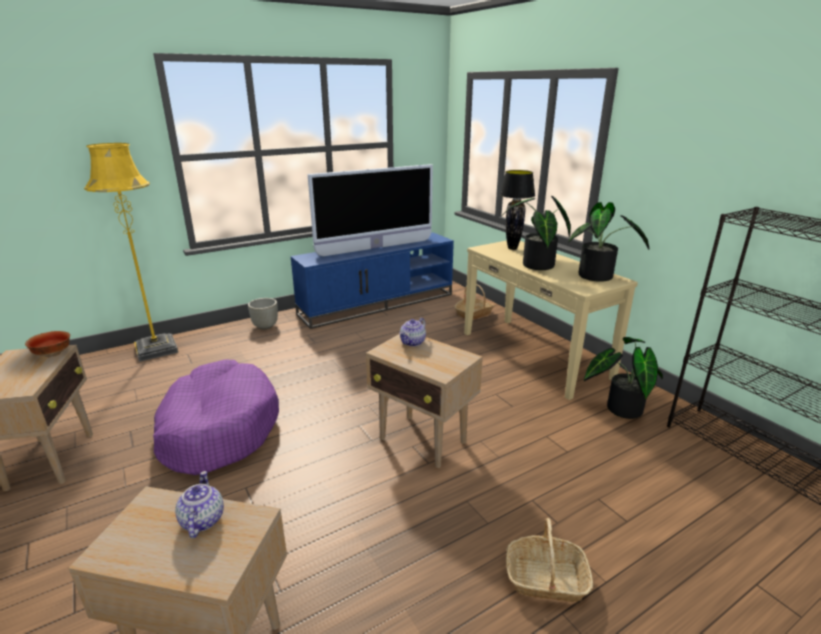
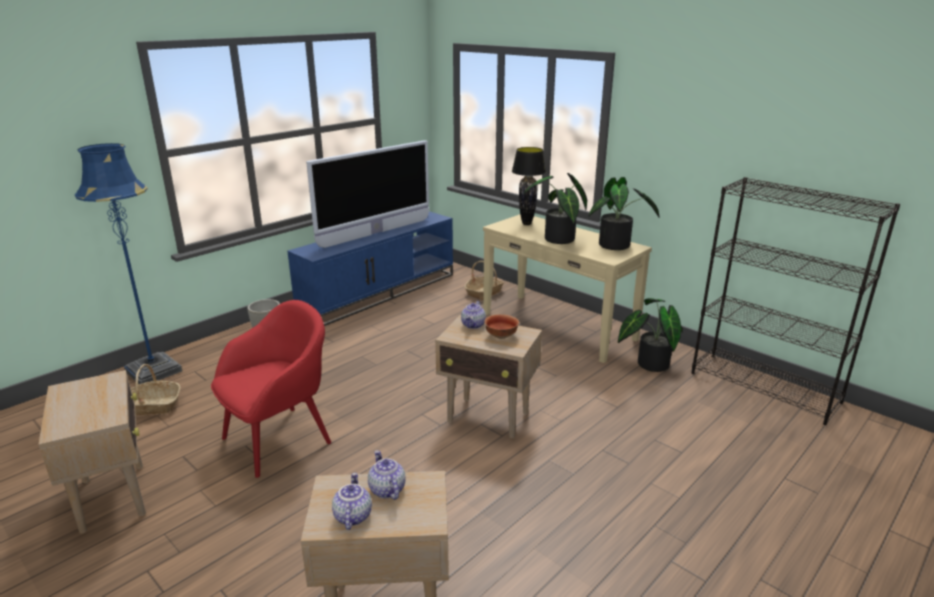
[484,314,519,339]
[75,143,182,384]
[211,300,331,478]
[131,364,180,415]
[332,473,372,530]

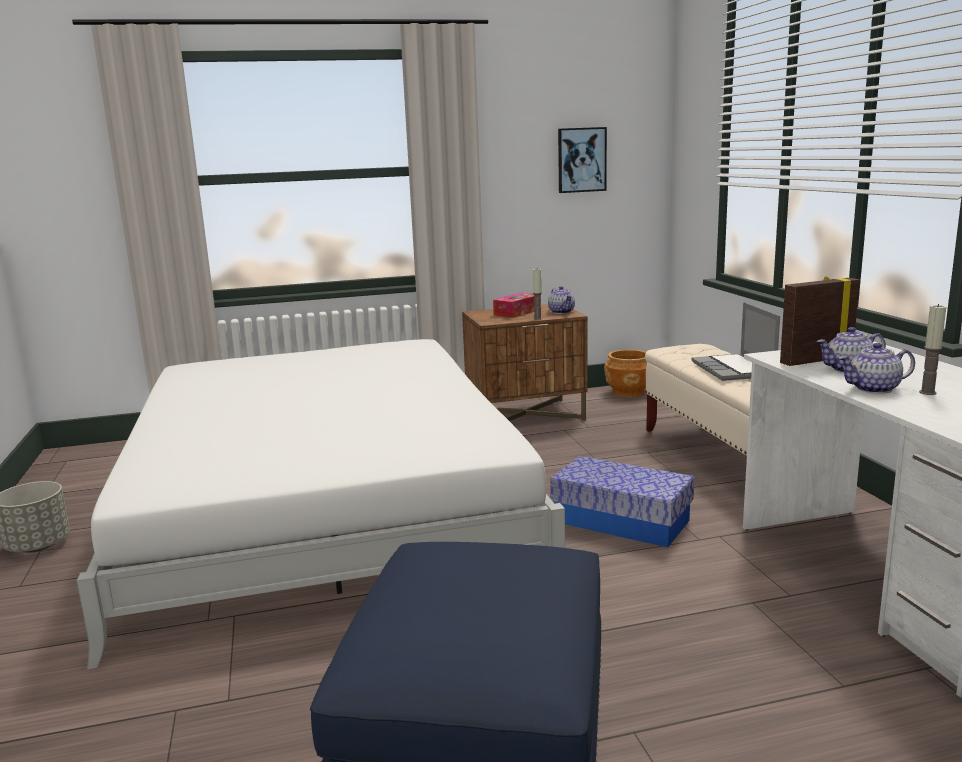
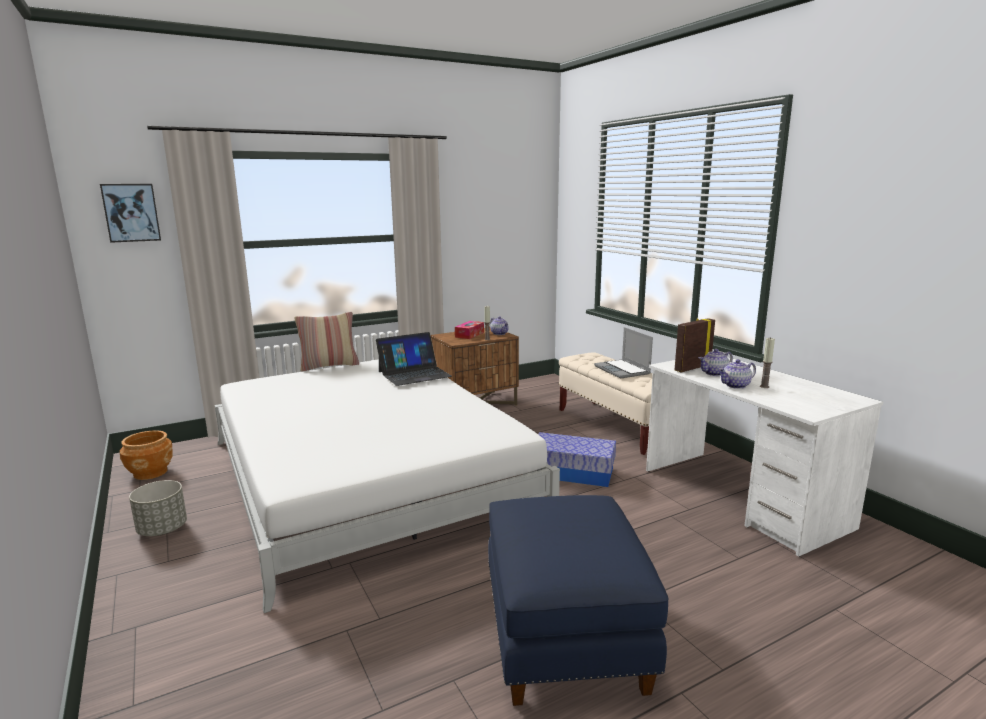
[100,184,161,243]
[120,430,173,480]
[294,312,359,372]
[376,332,452,386]

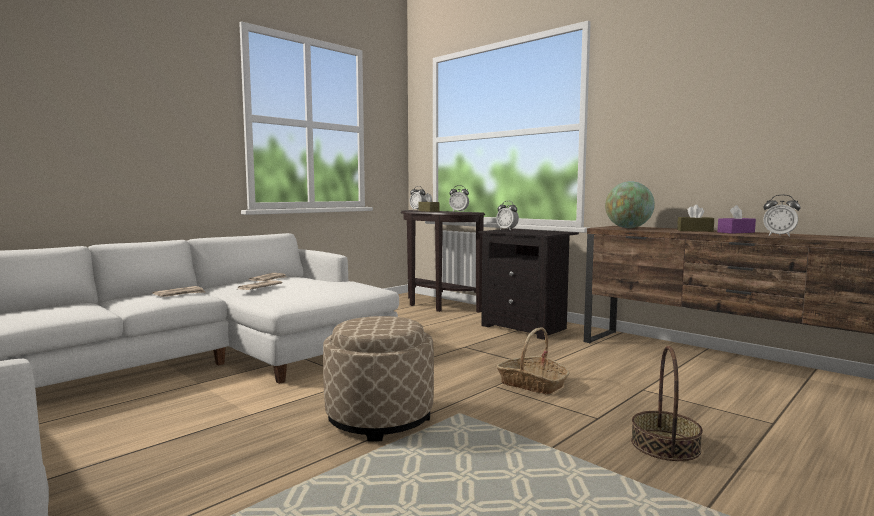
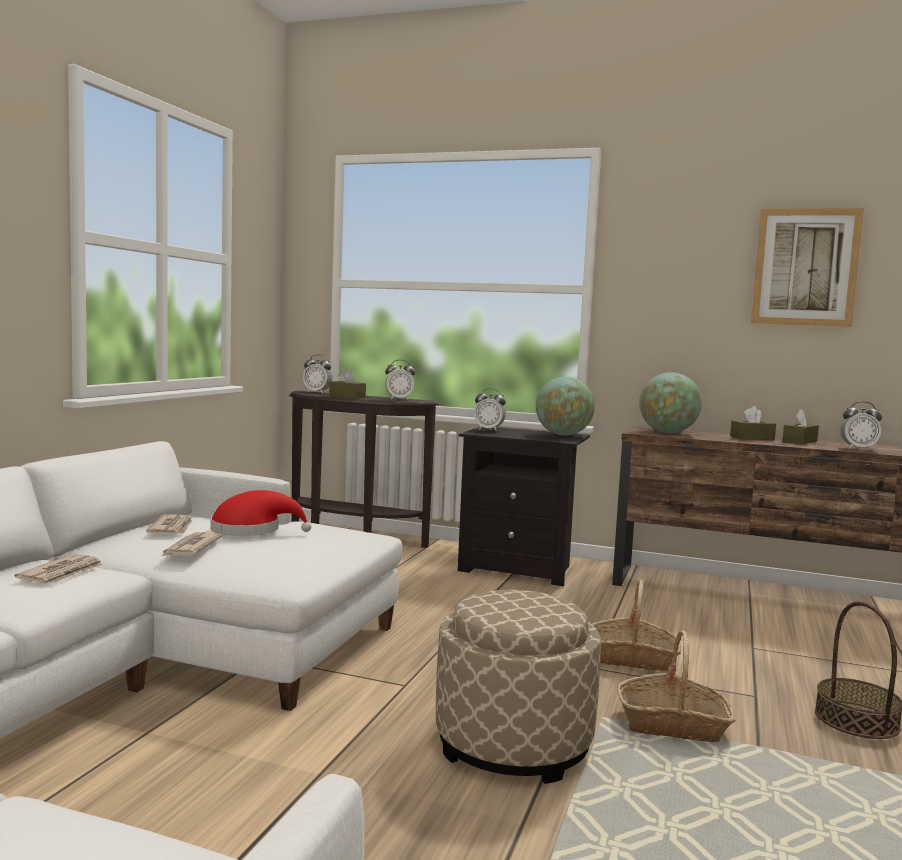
[782,409,819,444]
[210,490,311,536]
[536,377,595,436]
[617,630,736,742]
[751,208,864,327]

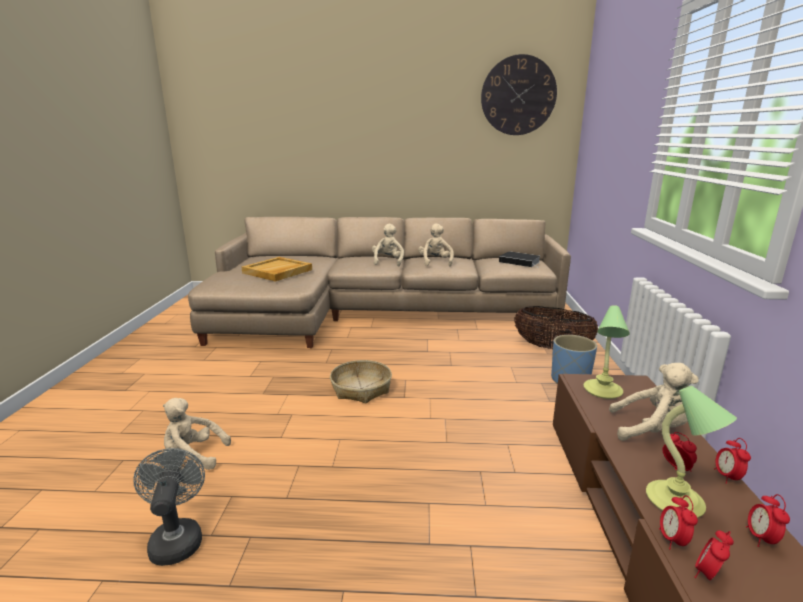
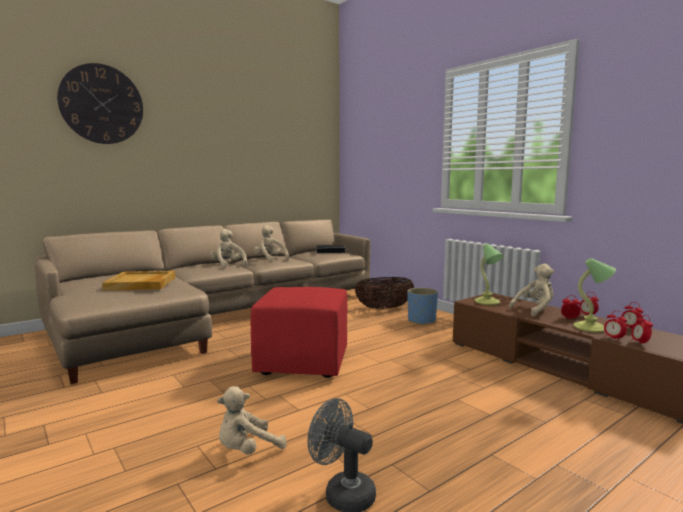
[250,287,347,378]
[57,63,143,144]

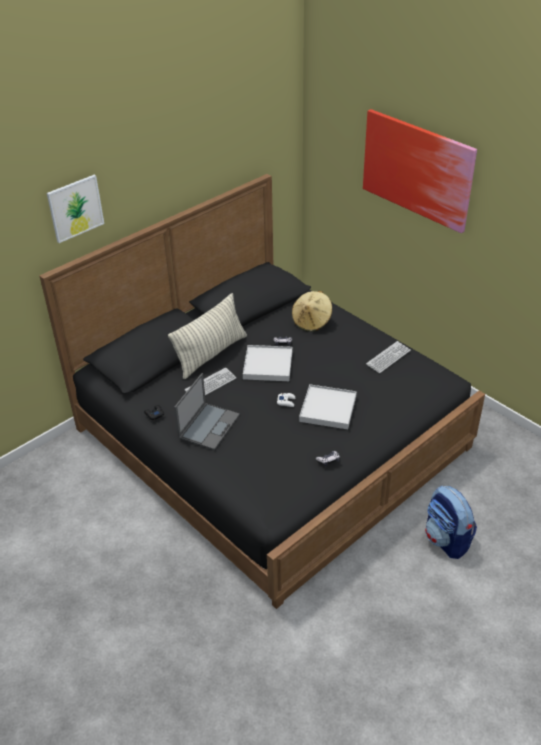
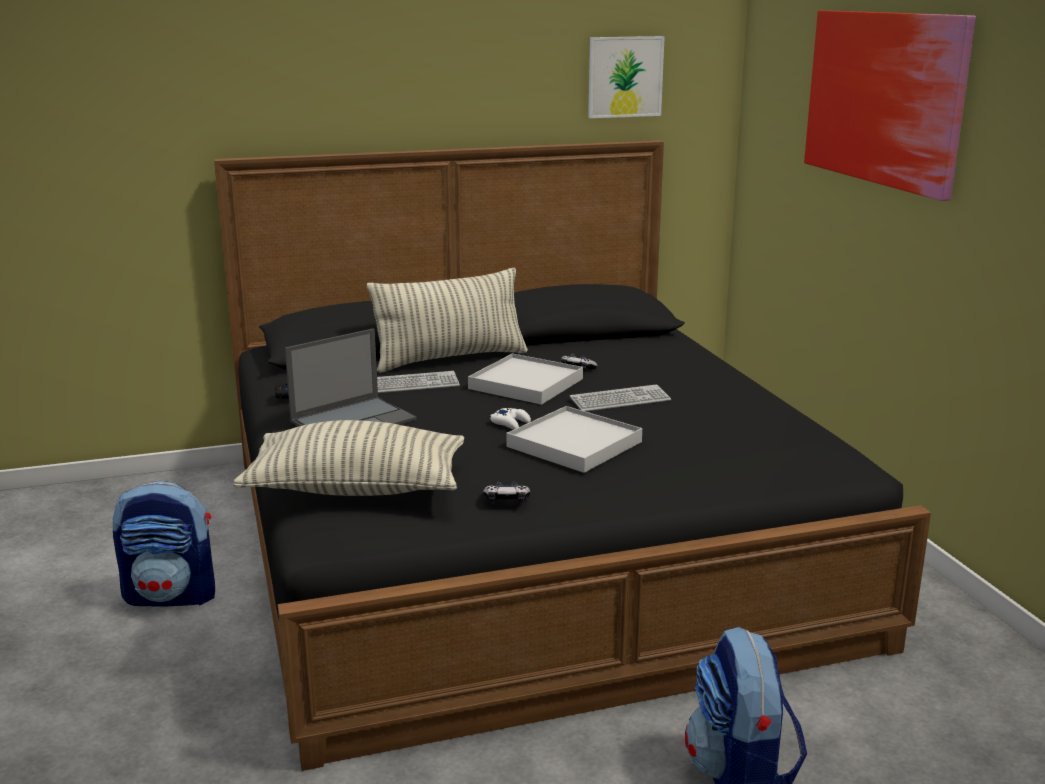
[588,36,665,118]
[292,291,333,332] (first image)
[570,384,671,412]
[112,481,215,607]
[233,420,464,496]

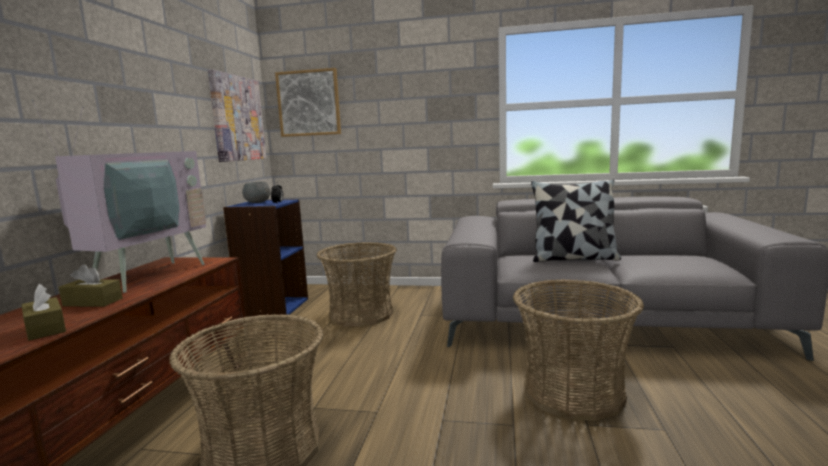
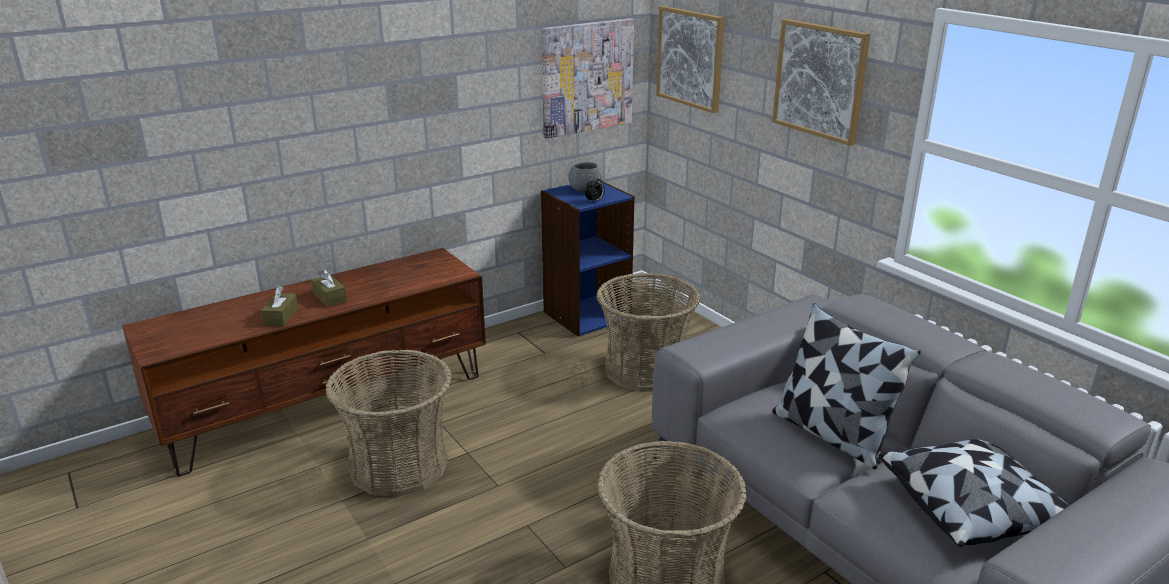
[31,100,206,293] (first image)
[772,19,871,146]
[879,439,1069,547]

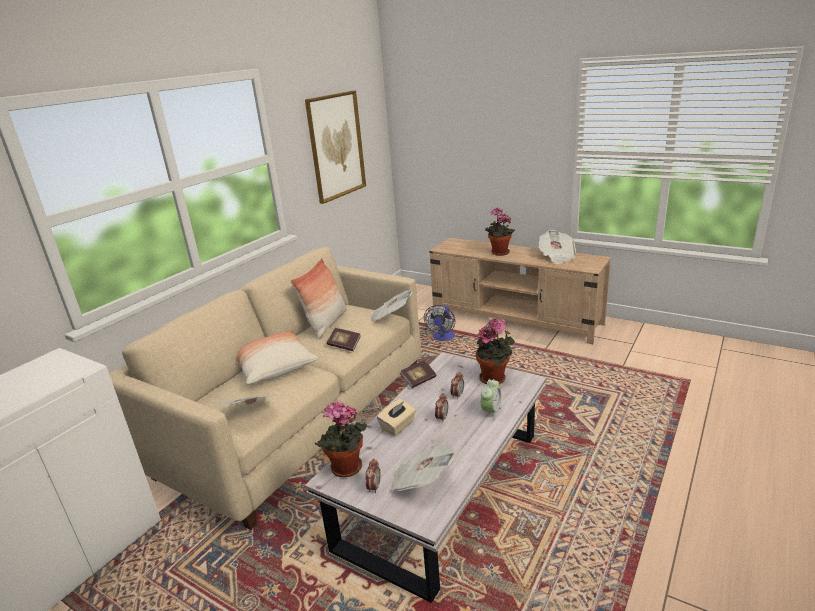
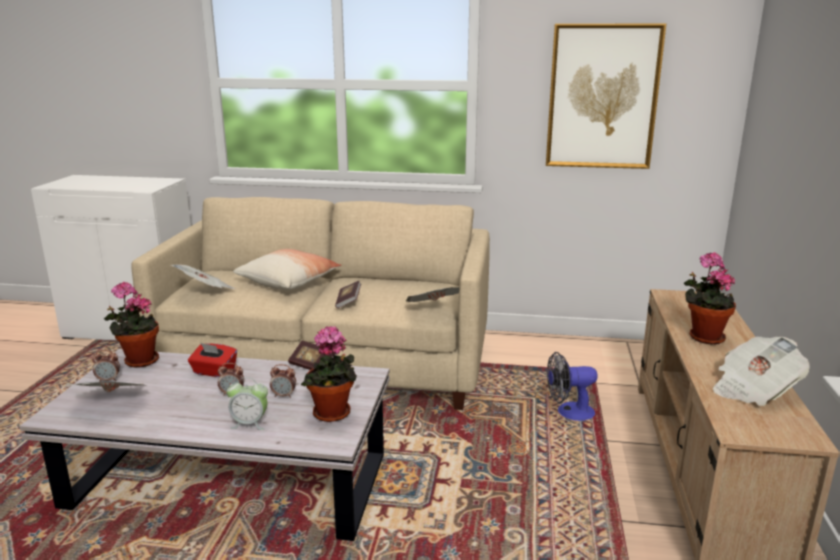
[290,258,347,340] (first image)
[188,343,237,377]

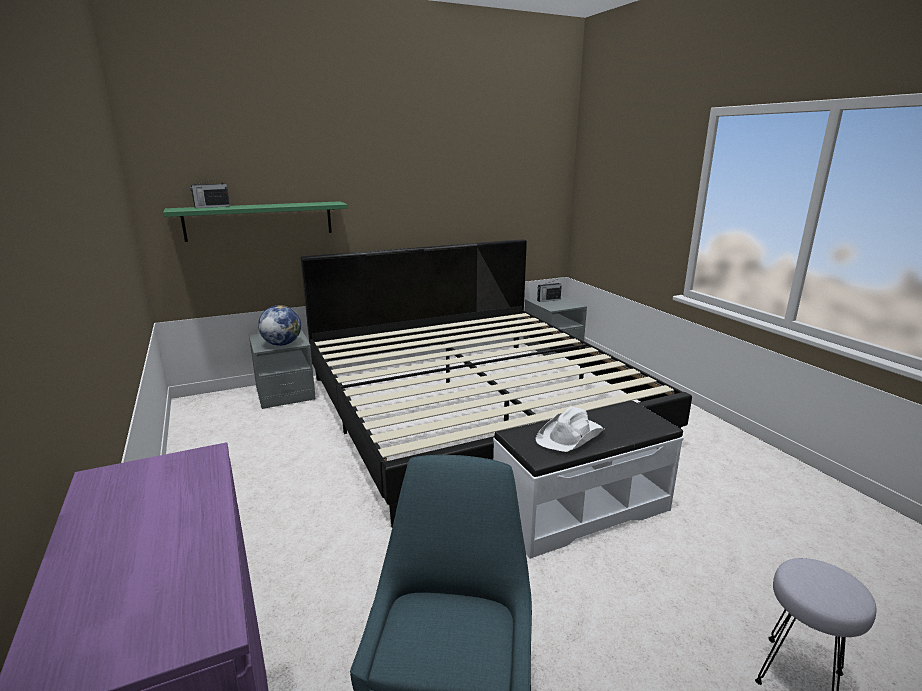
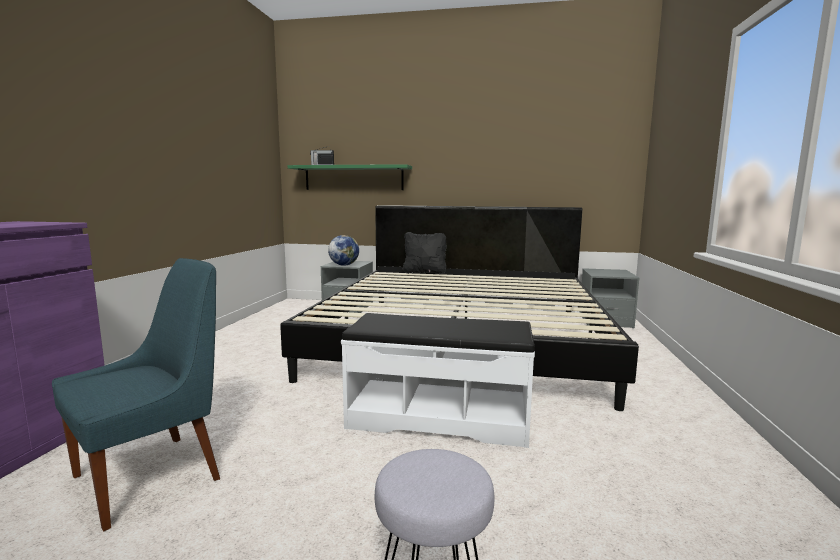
[535,407,605,452] (first image)
[537,279,562,302] (first image)
[403,232,447,274]

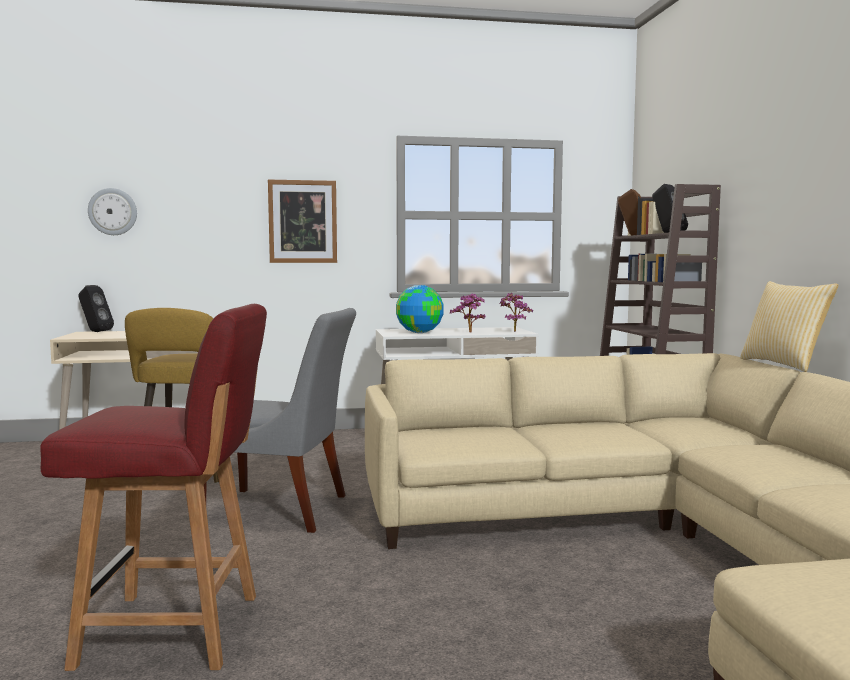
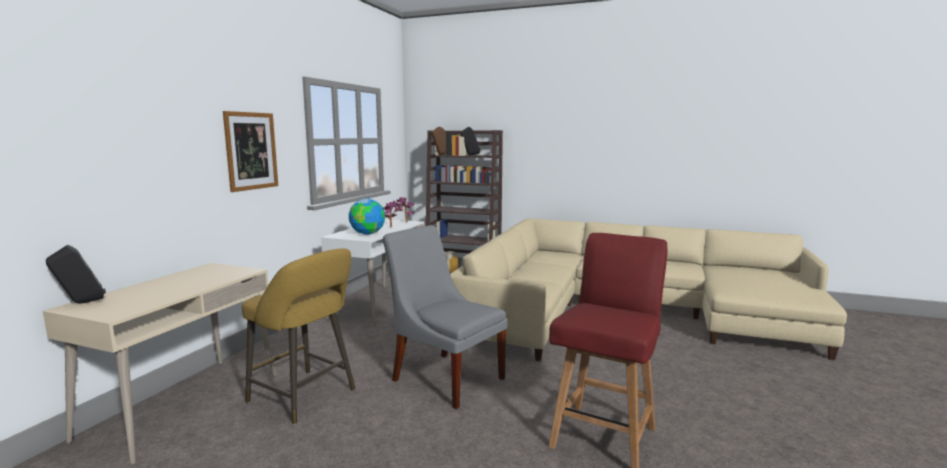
[88,188,137,235] (first image)
[383,225,507,409]
[740,281,838,372] (first image)

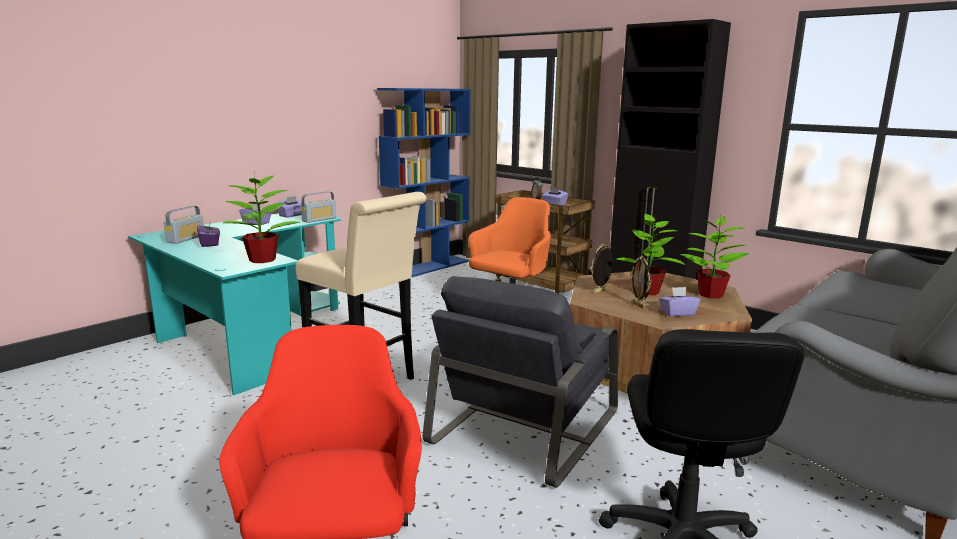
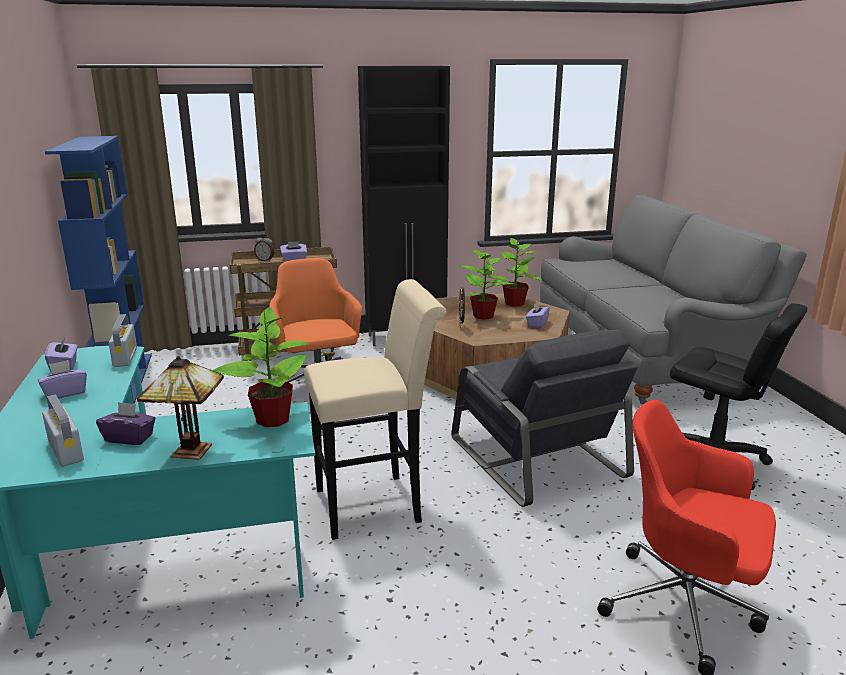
[630,256,652,309] (first image)
[137,356,224,460]

